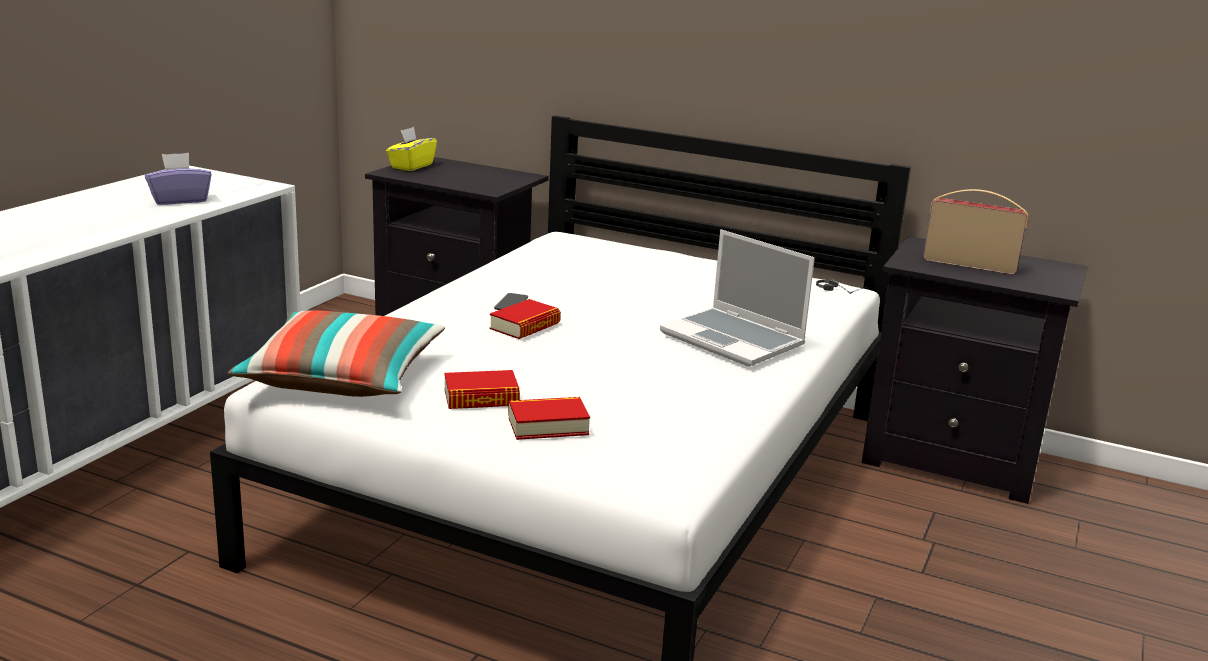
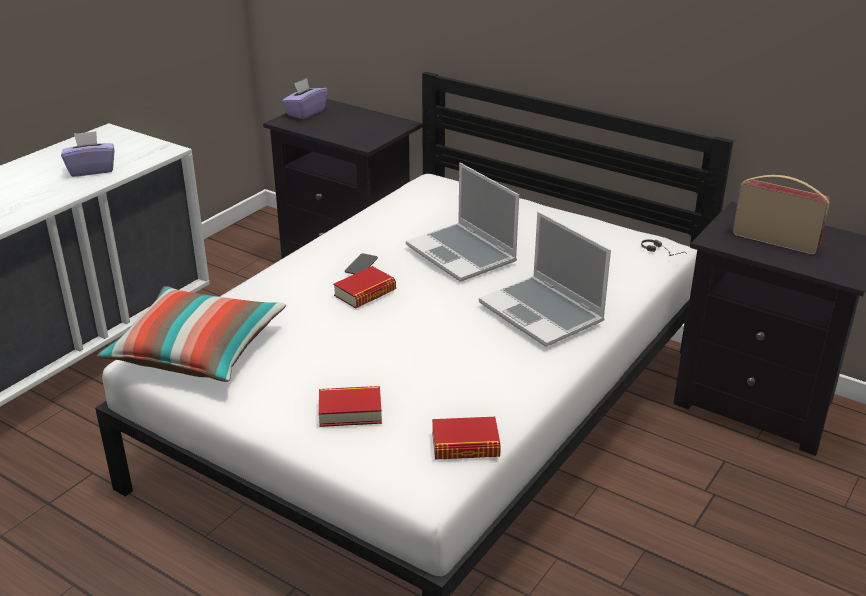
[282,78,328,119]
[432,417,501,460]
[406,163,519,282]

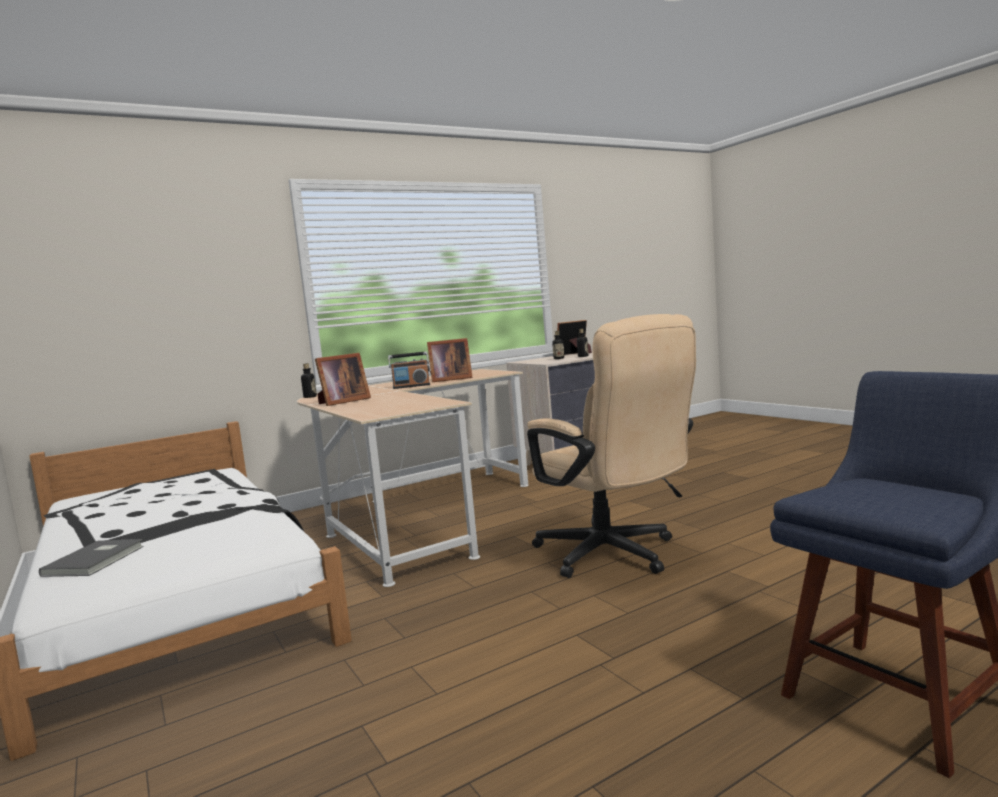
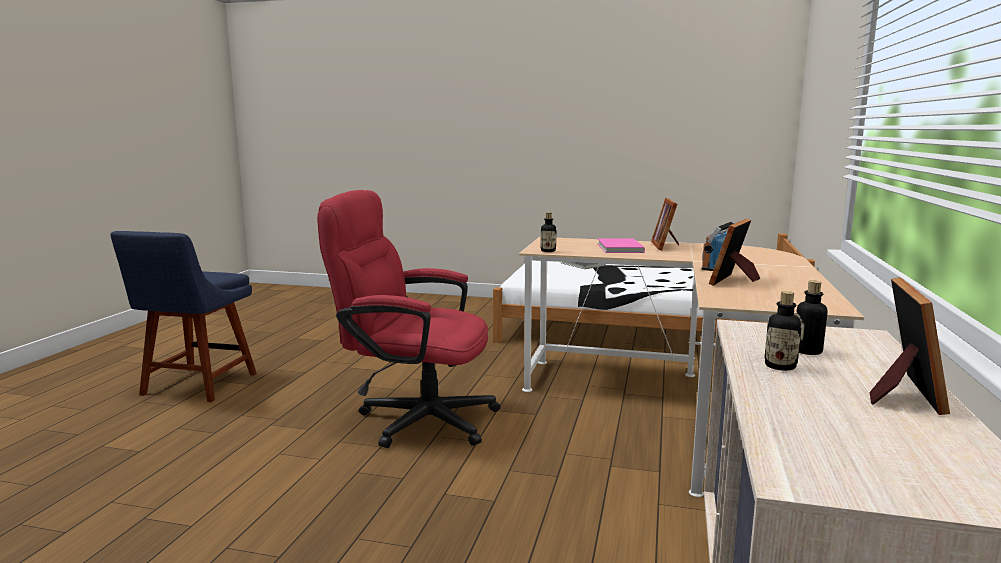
[540,213,556,252]
[317,190,500,448]
[597,239,645,253]

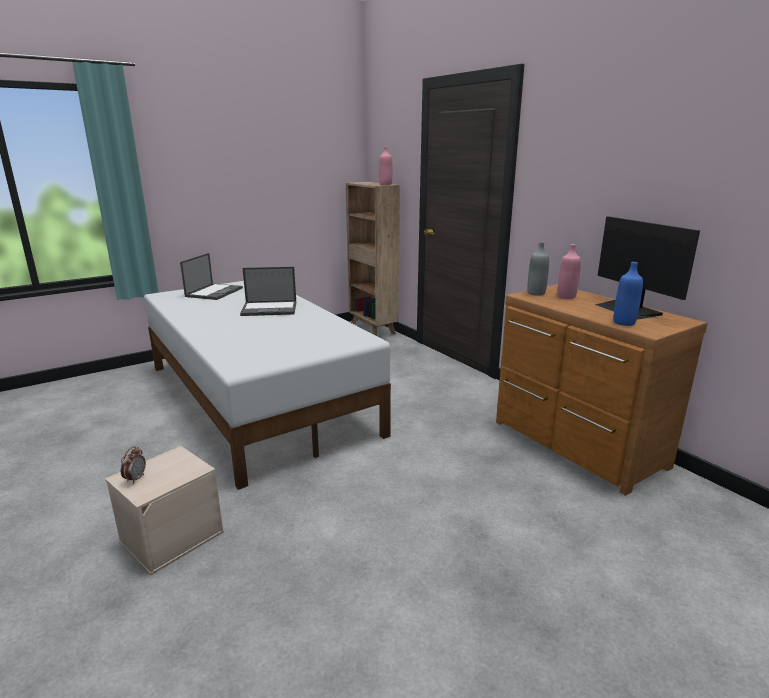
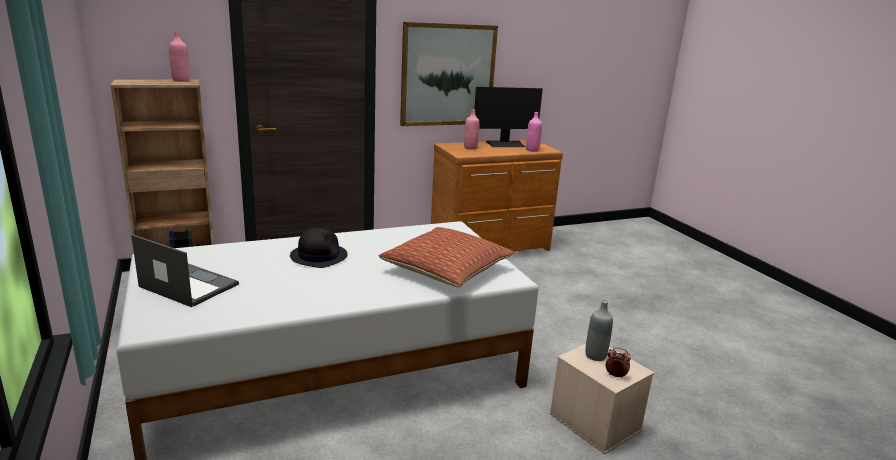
[290,228,348,268]
[585,300,613,361]
[526,112,542,152]
[379,227,514,288]
[400,22,498,126]

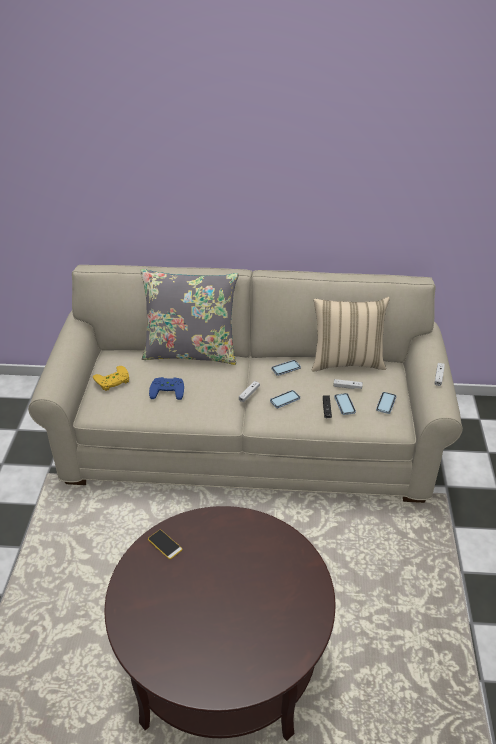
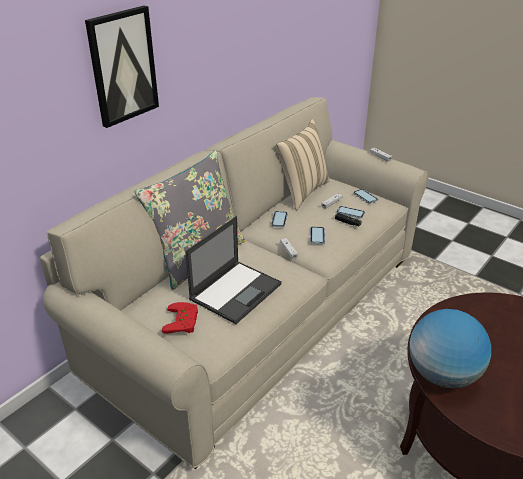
[162,302,198,334]
[409,309,491,388]
[185,216,282,324]
[85,6,159,128]

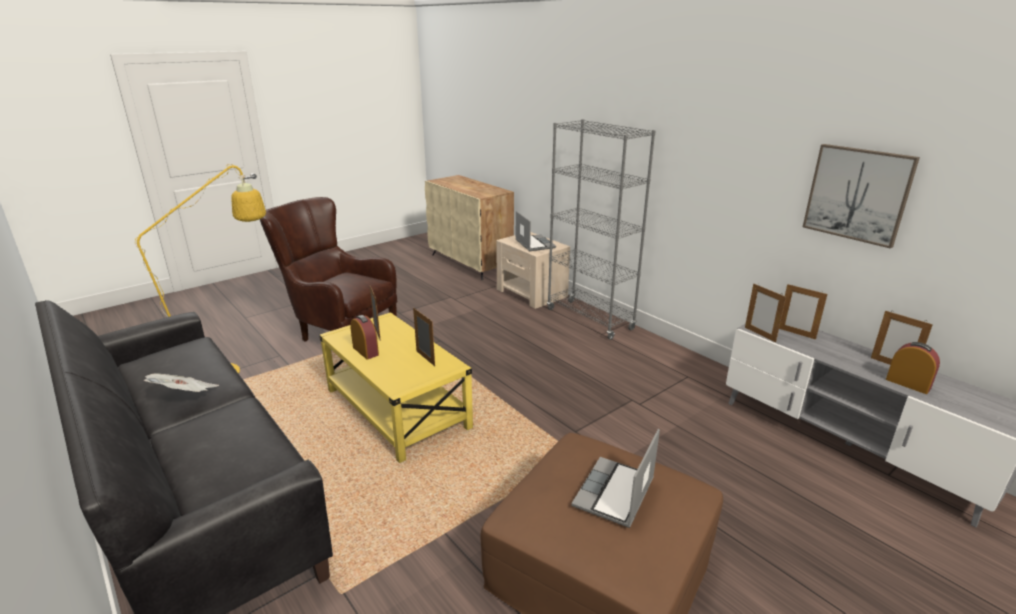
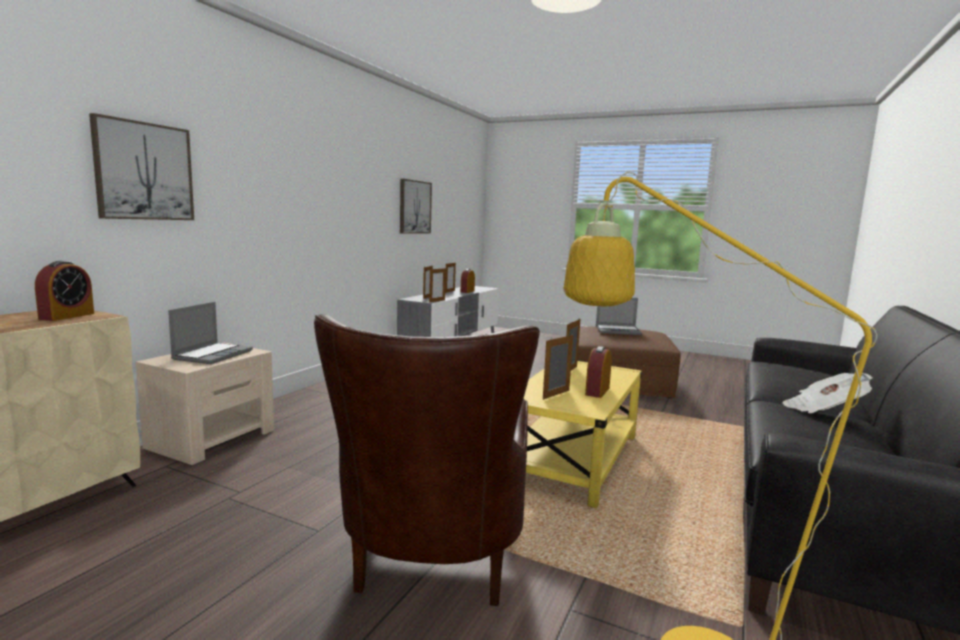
[168,302,253,364]
[547,119,656,340] (first image)
[35,261,94,321]
[89,113,194,220]

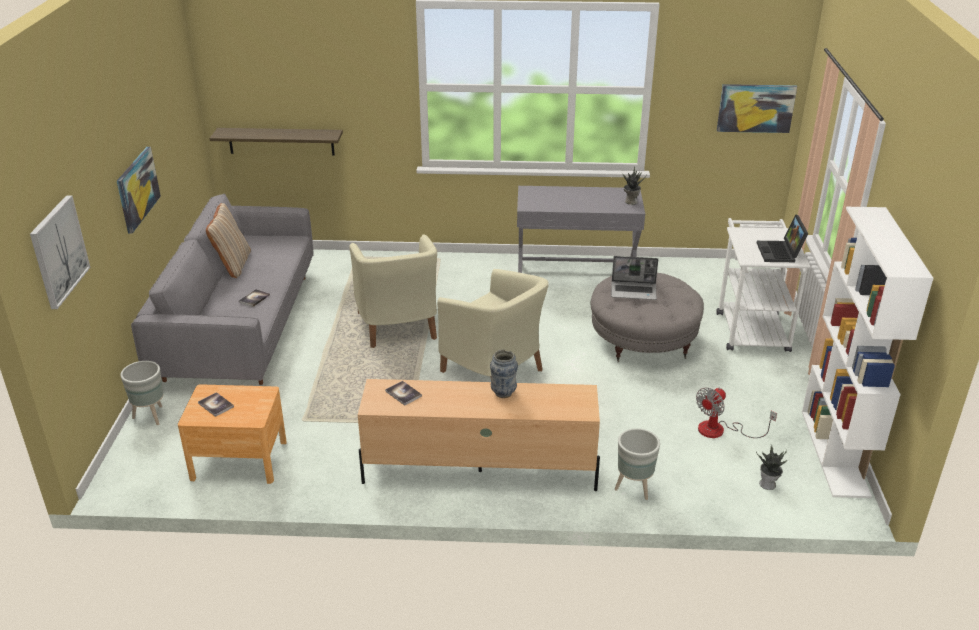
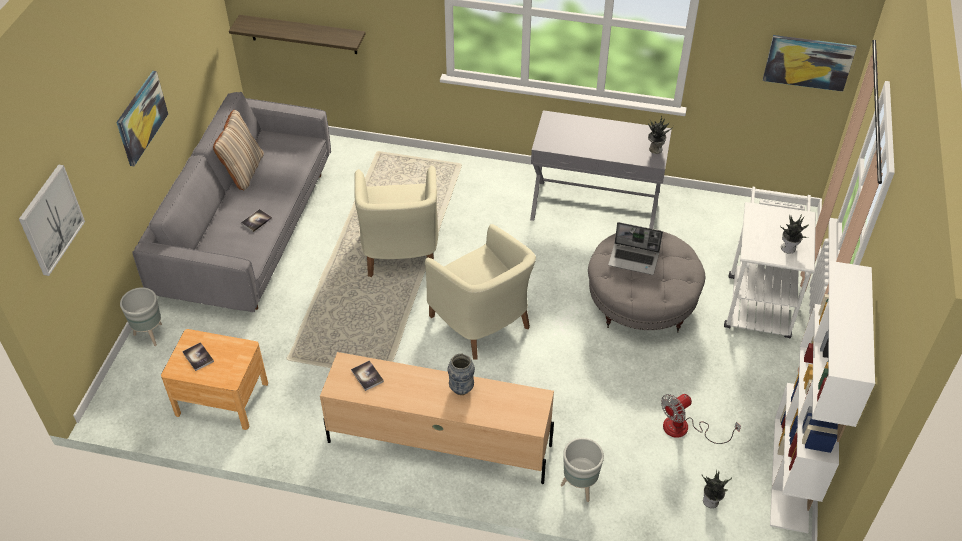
[780,214,809,254]

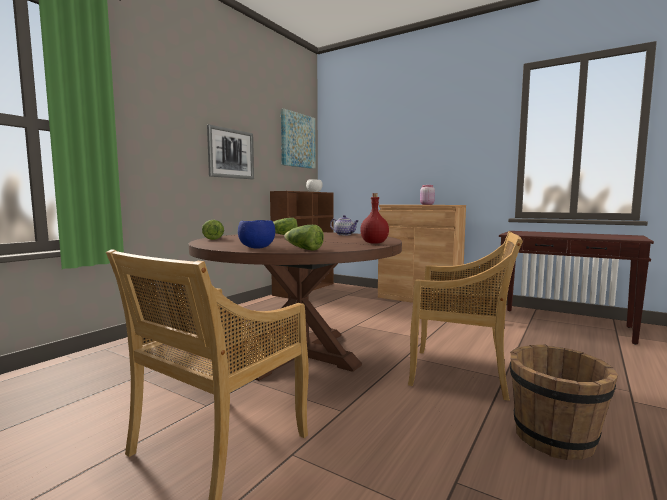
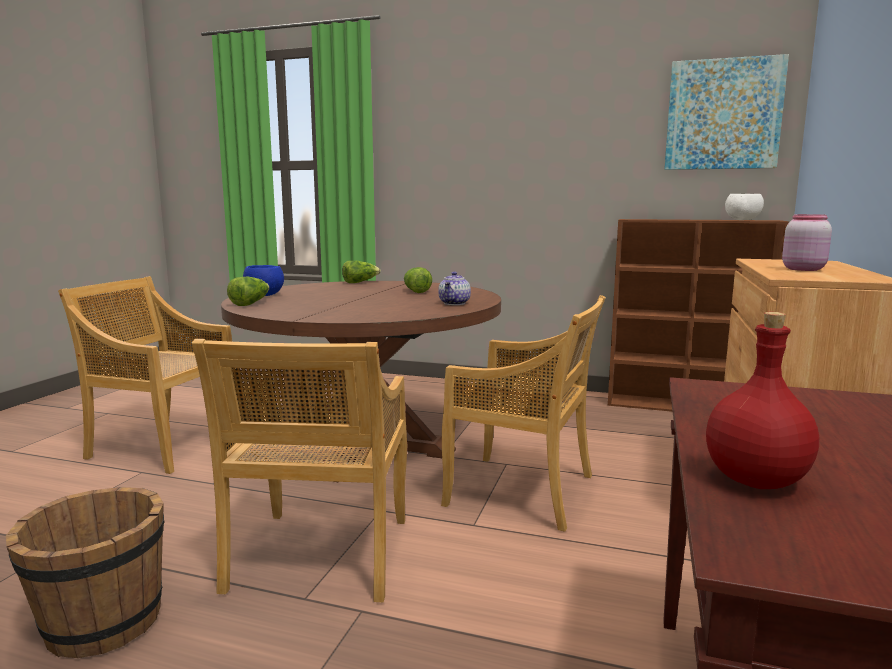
[207,124,254,179] (first image)
[706,312,819,489]
[441,295,606,532]

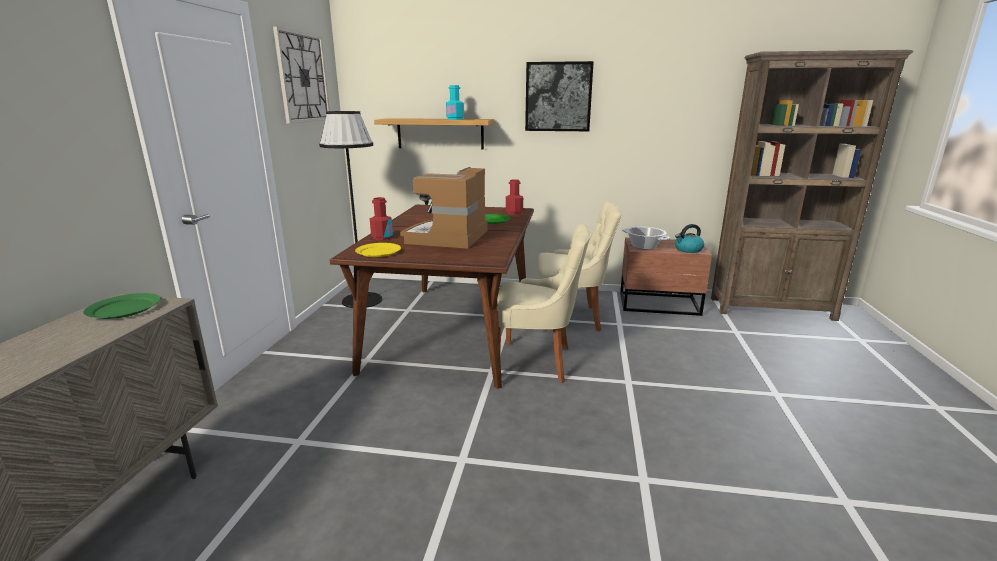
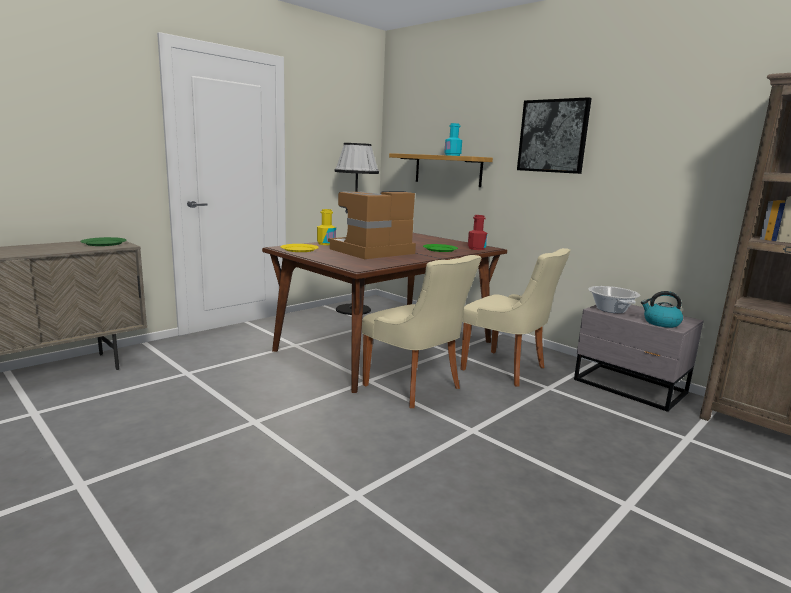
[273,26,330,123] (first image)
[317,209,336,245]
[574,305,704,412]

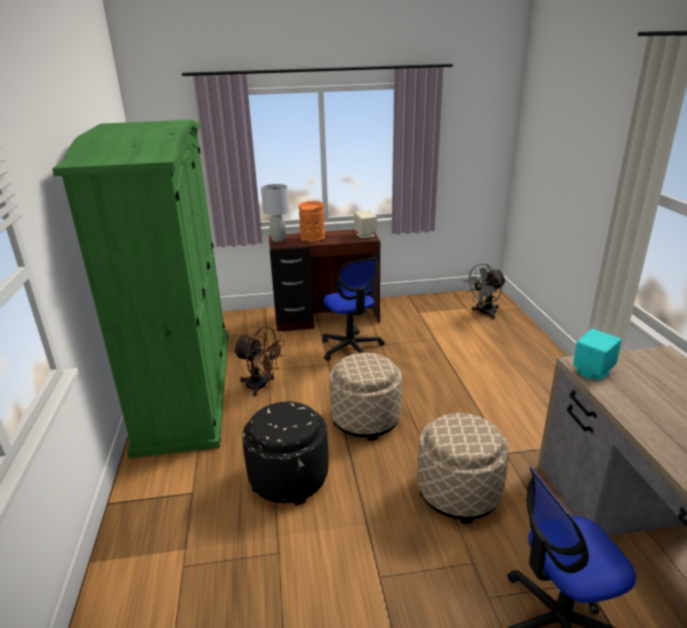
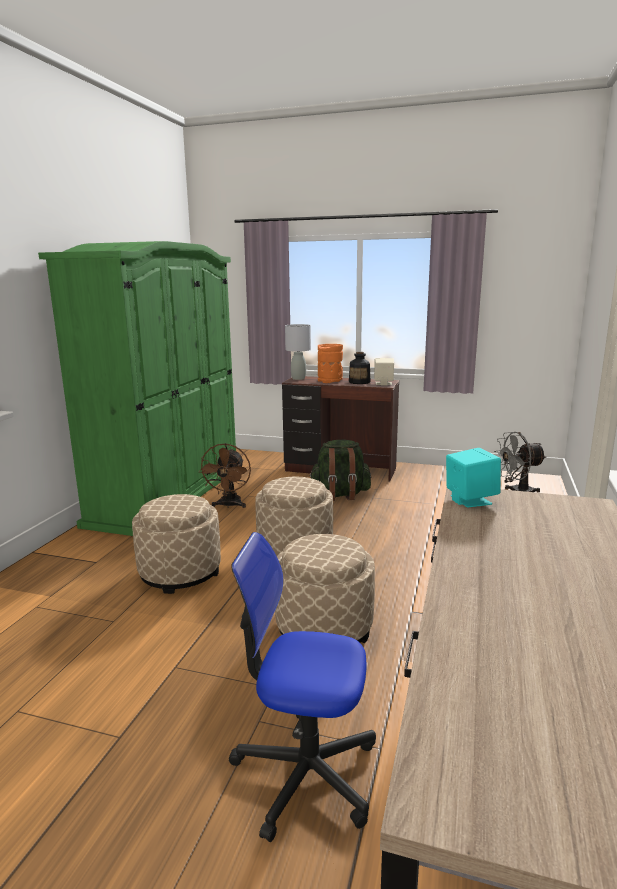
[198,443,251,508]
[132,494,221,594]
[309,440,371,501]
[349,352,371,384]

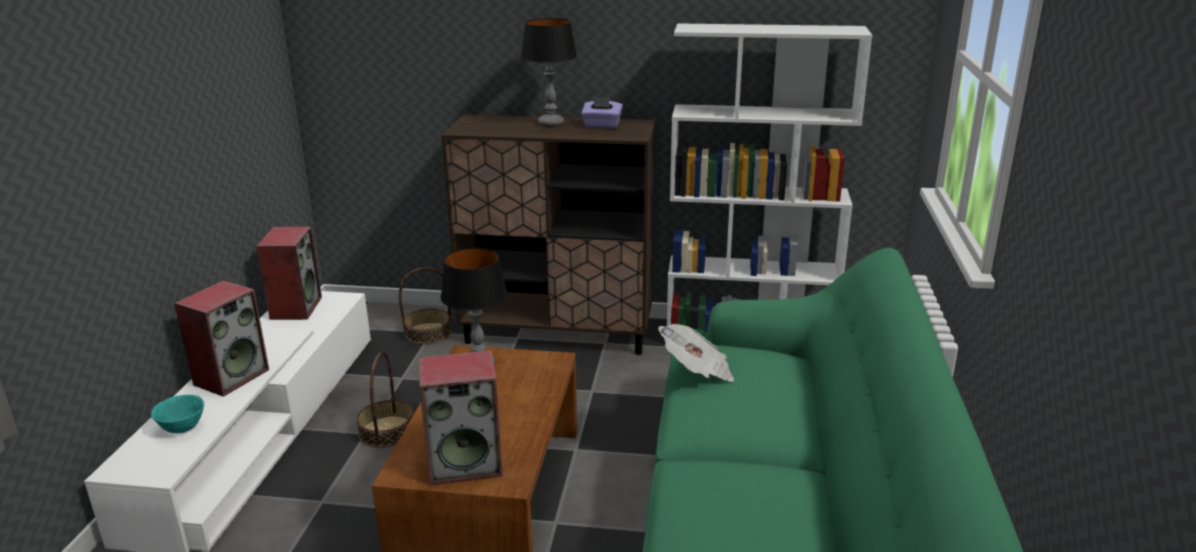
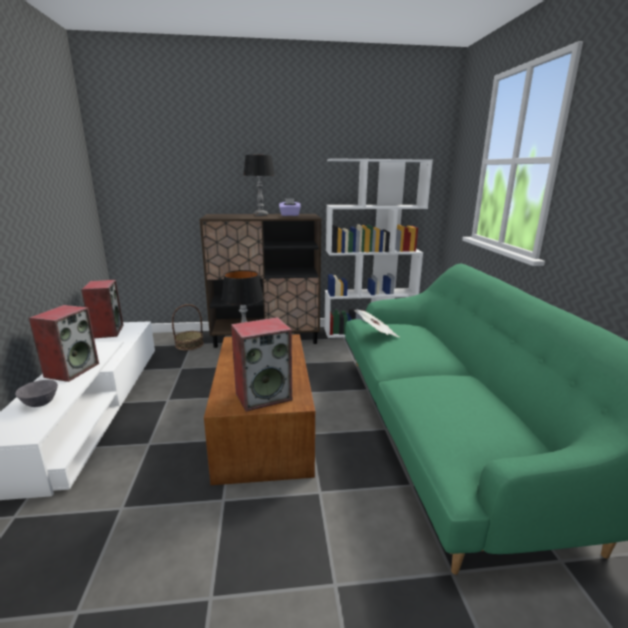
[15,380,58,407]
[356,352,414,448] (first image)

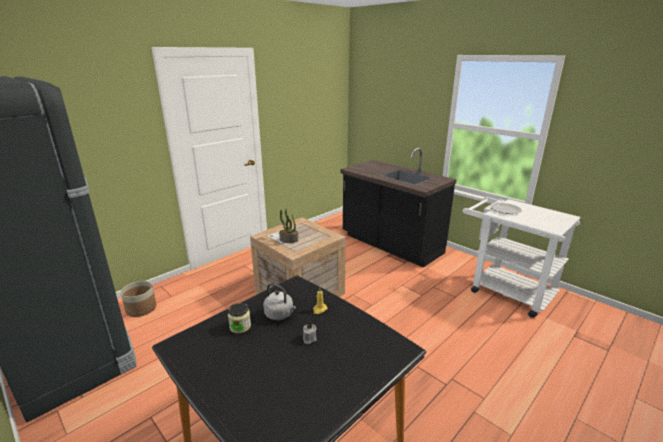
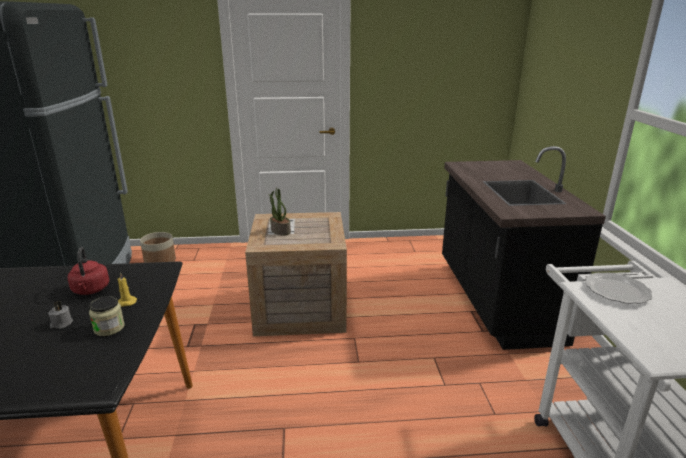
[89,296,125,336]
[68,247,110,295]

